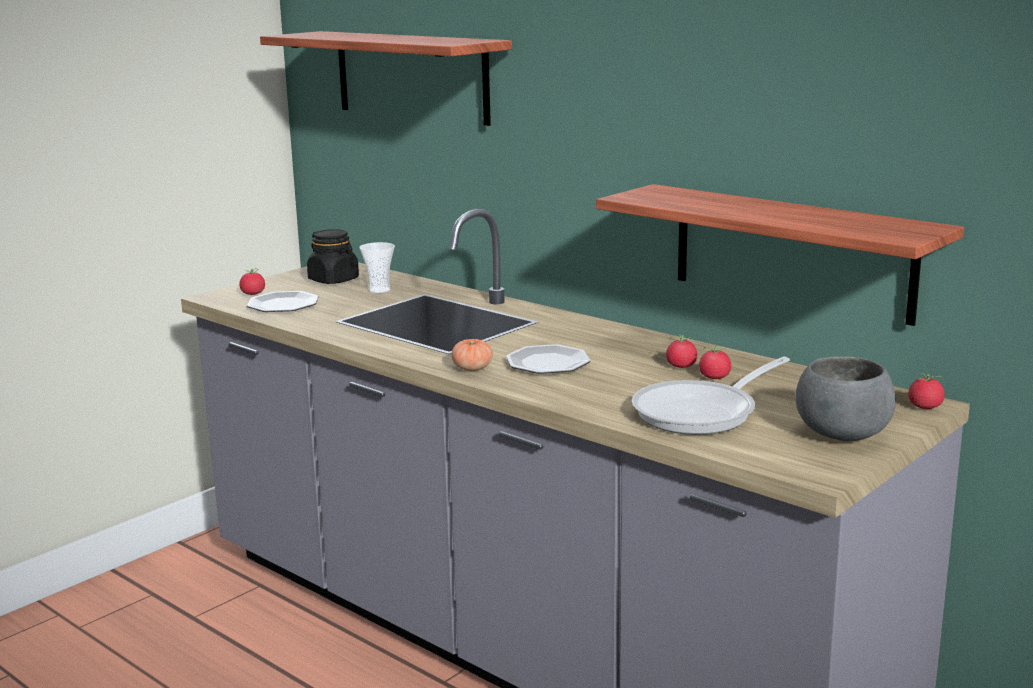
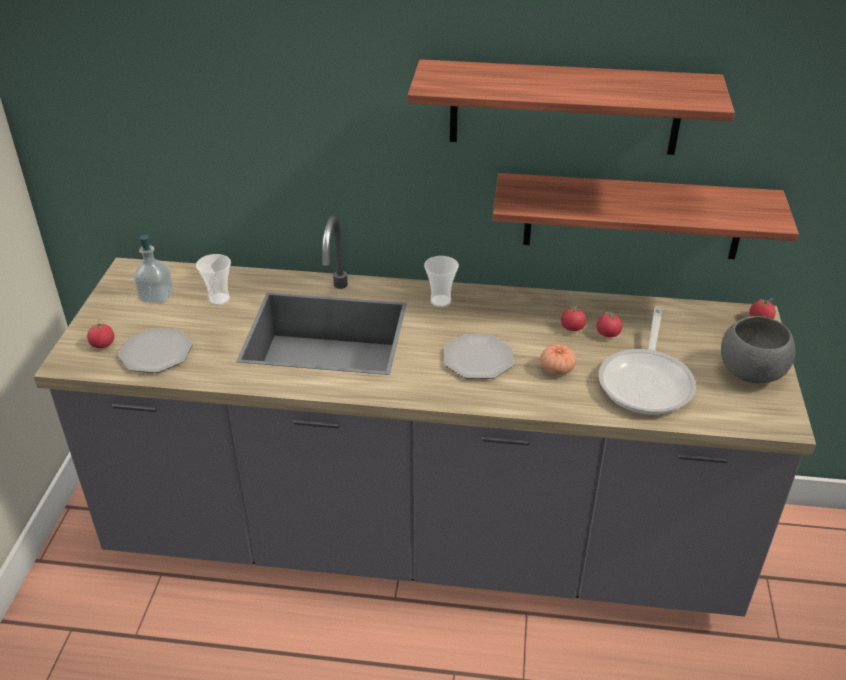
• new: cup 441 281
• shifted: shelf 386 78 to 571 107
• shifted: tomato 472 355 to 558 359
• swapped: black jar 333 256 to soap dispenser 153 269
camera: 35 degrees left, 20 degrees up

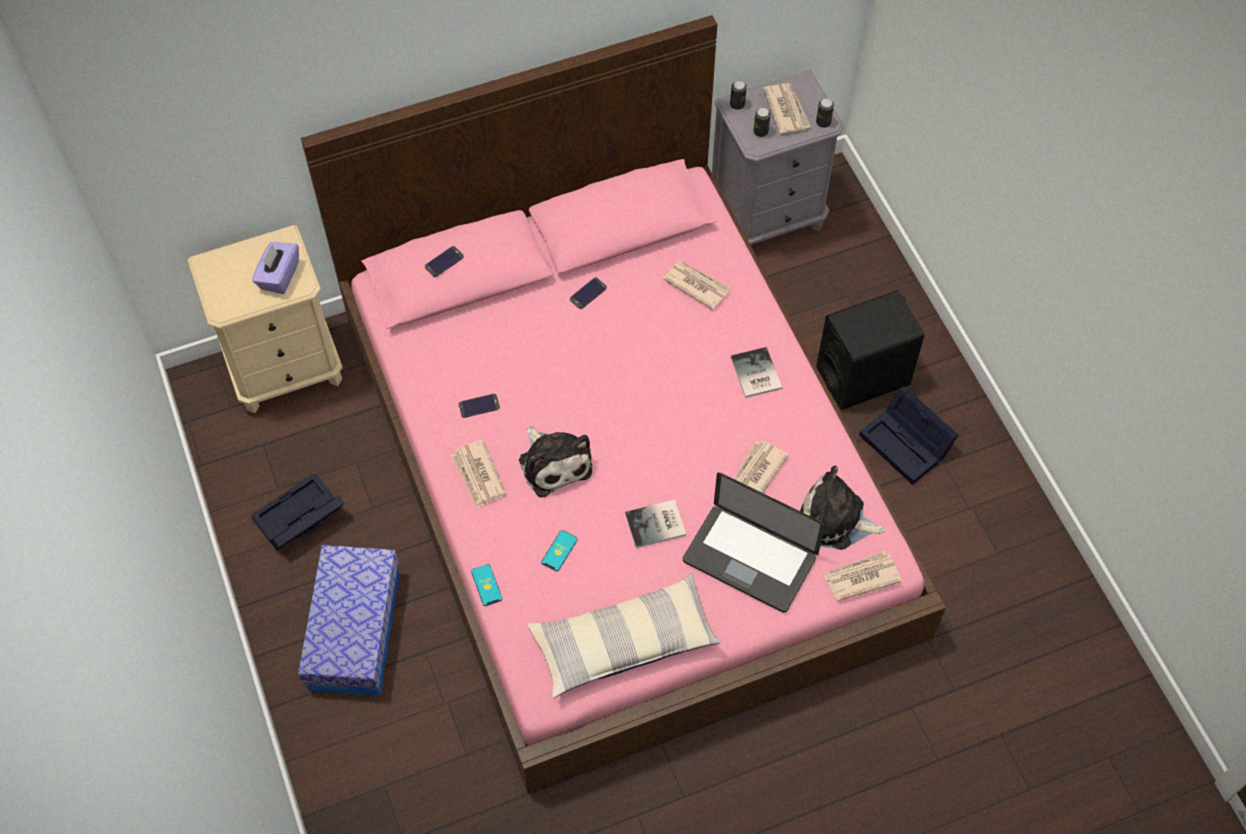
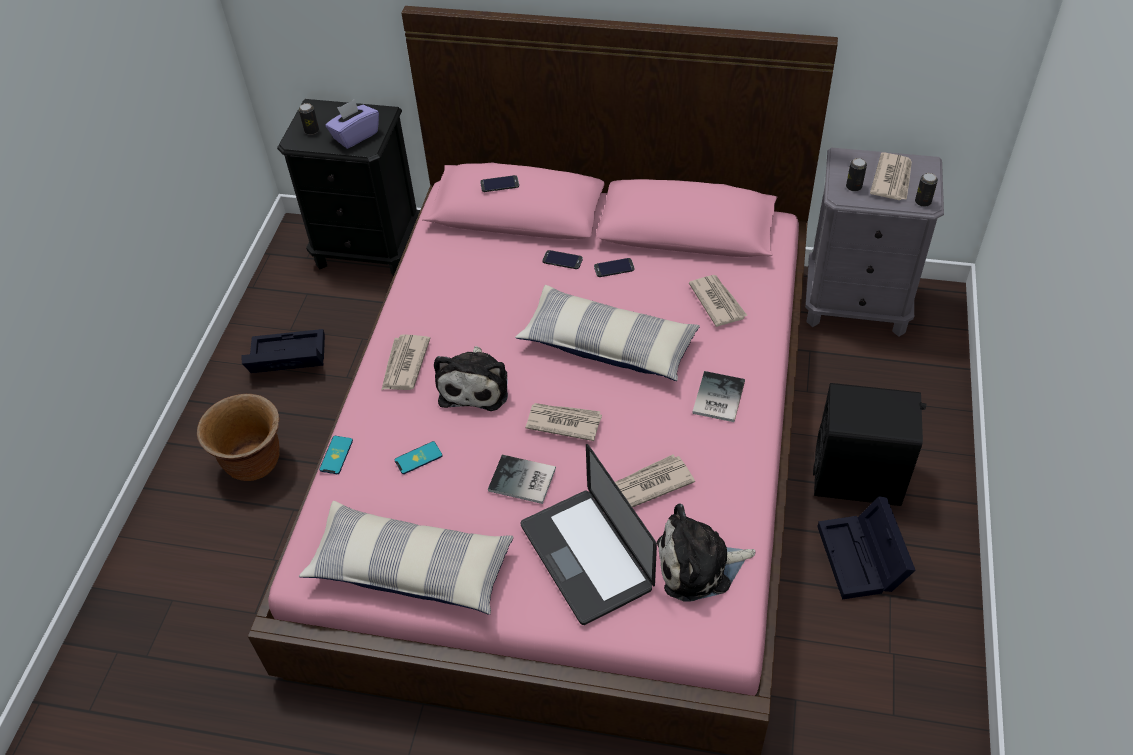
• new: pillow 607 333
• shifted: phone 479 406 to 562 259
• shifted: can 738 95 to 309 119
• shifted: newspaper 862 576 to 564 422
• swapped: storage box 348 620 to brown planter 238 437
• repainted: beige nightstand 265 319 to black nightstand 348 187
• rotated: plush toy 842 508 = 706 552 60 degrees counterclockwise
camera: 35 degrees right, 10 degrees down

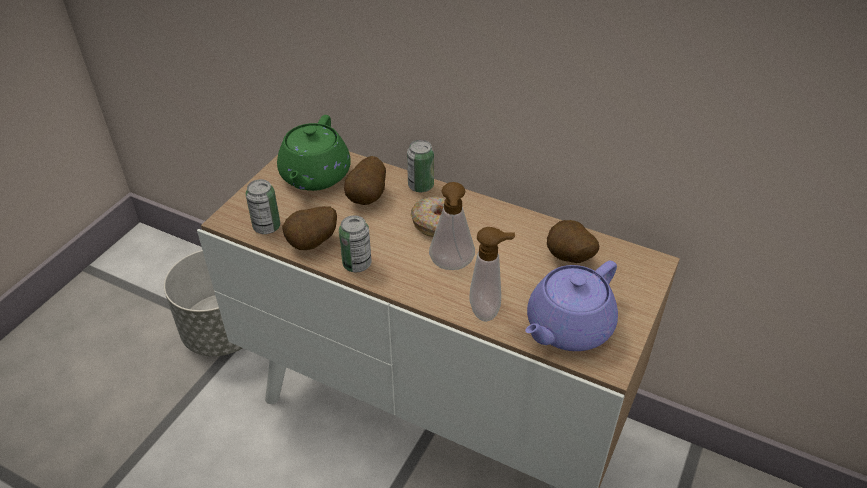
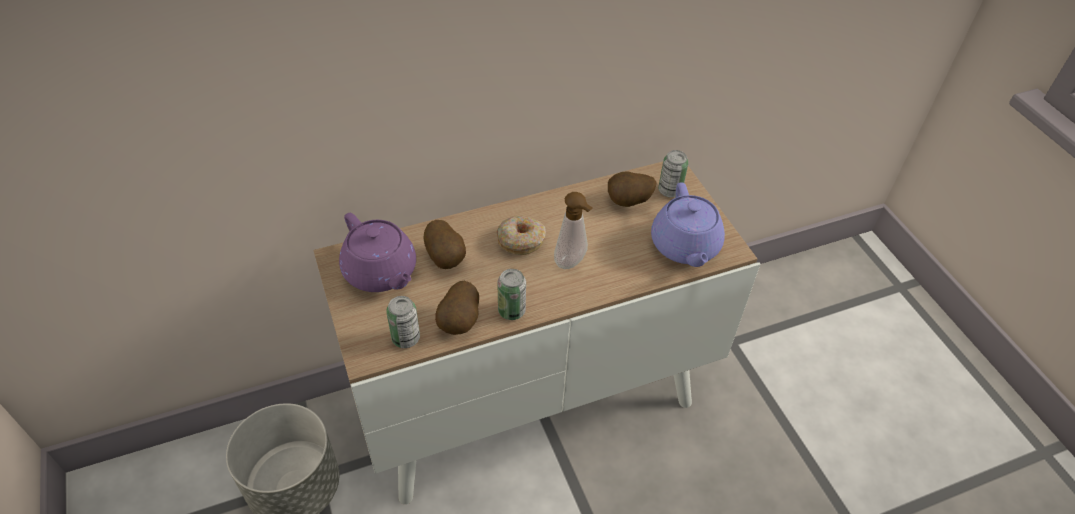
• gone: soap dispenser 492 274
• shifted: can 420 166 to 673 174
• repainted: green teapot 314 153 to purple teapot 377 252
camera: 50 degrees left, 5 degrees up

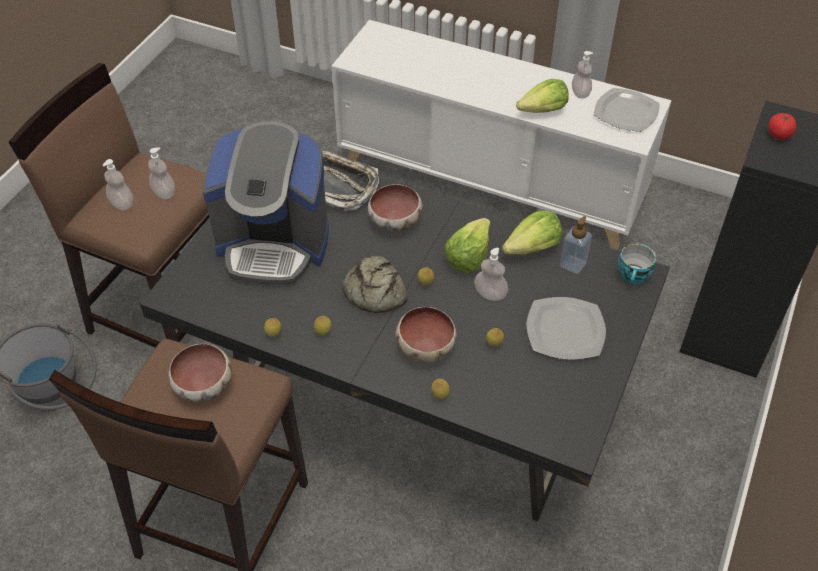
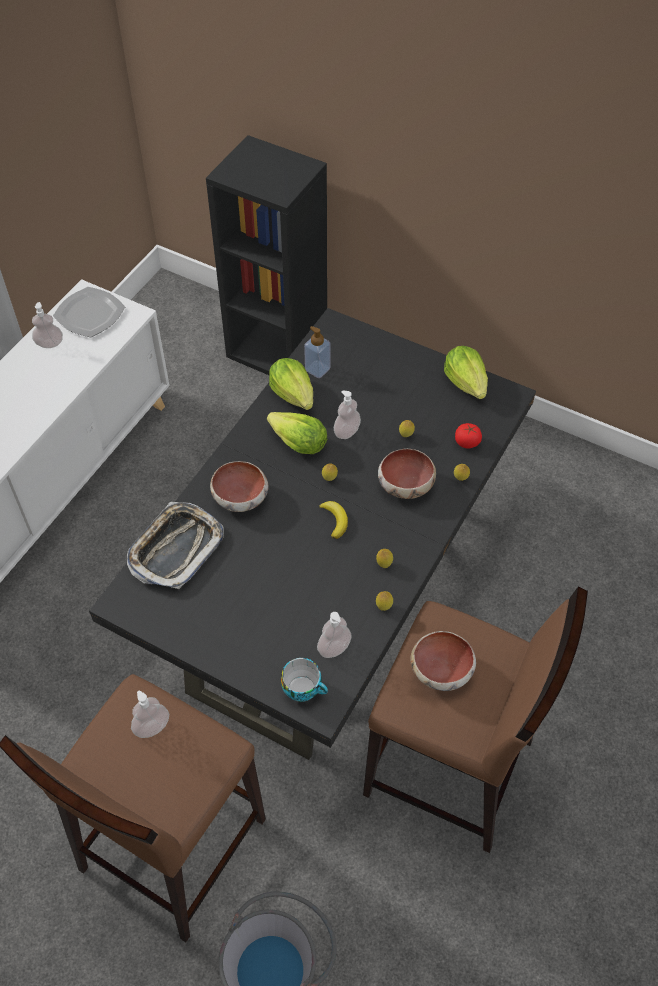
• gone: coffee machine 266 203
• gone: plate 566 328
• shifted: soap dispenser 118 184 to 334 635
• shifted: lettuce 542 96 to 466 372
• shifted: cup 637 263 to 304 680
• shifted: tomato 782 126 to 468 436
• swapped: bread 375 284 to banana 333 520
camera: 85 degrees left, 5 degrees up

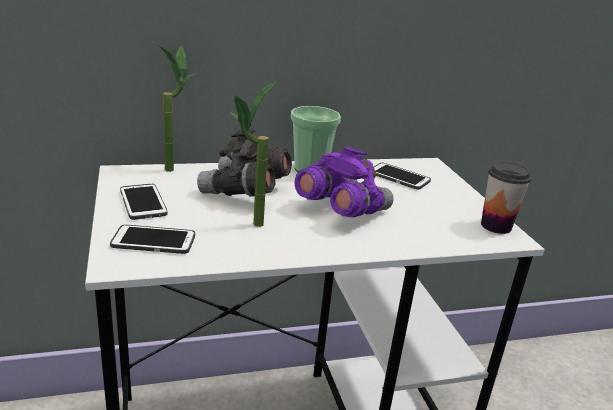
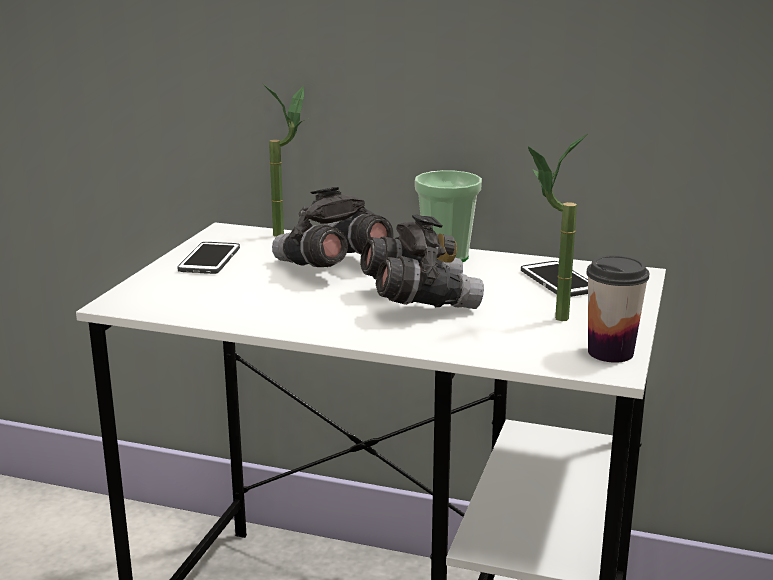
• gone: phone 152 239
• shifted: potted plant 253 154 to 557 227
• repainted: purple binoculars 344 182 to grey binoculars 422 261
camera: 35 degrees right, 5 degrees down

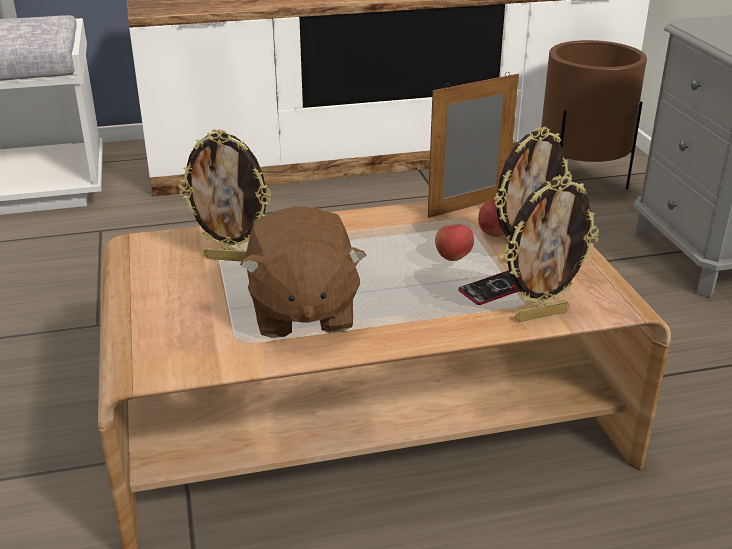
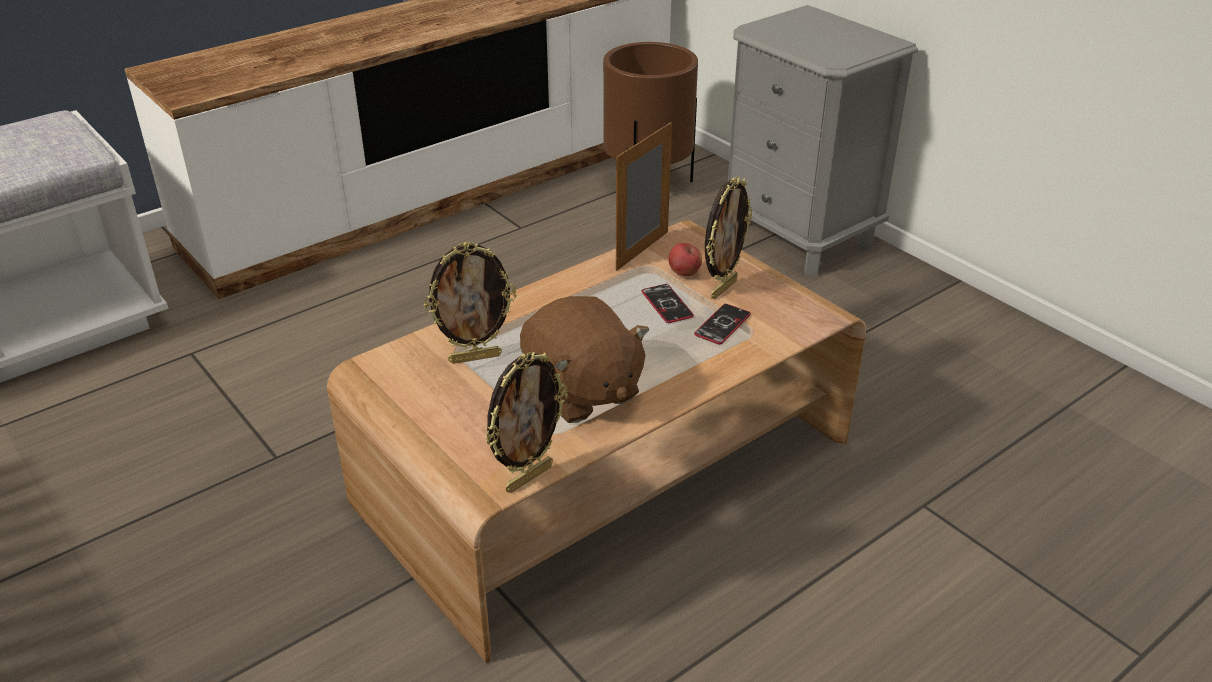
• shifted: picture frame 551 248 to 526 422
• swapped: apple 454 242 to phone 667 303
camera: 25 degrees left, 5 degrees up

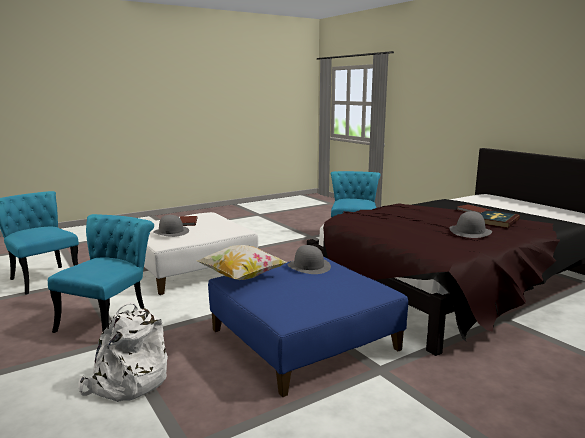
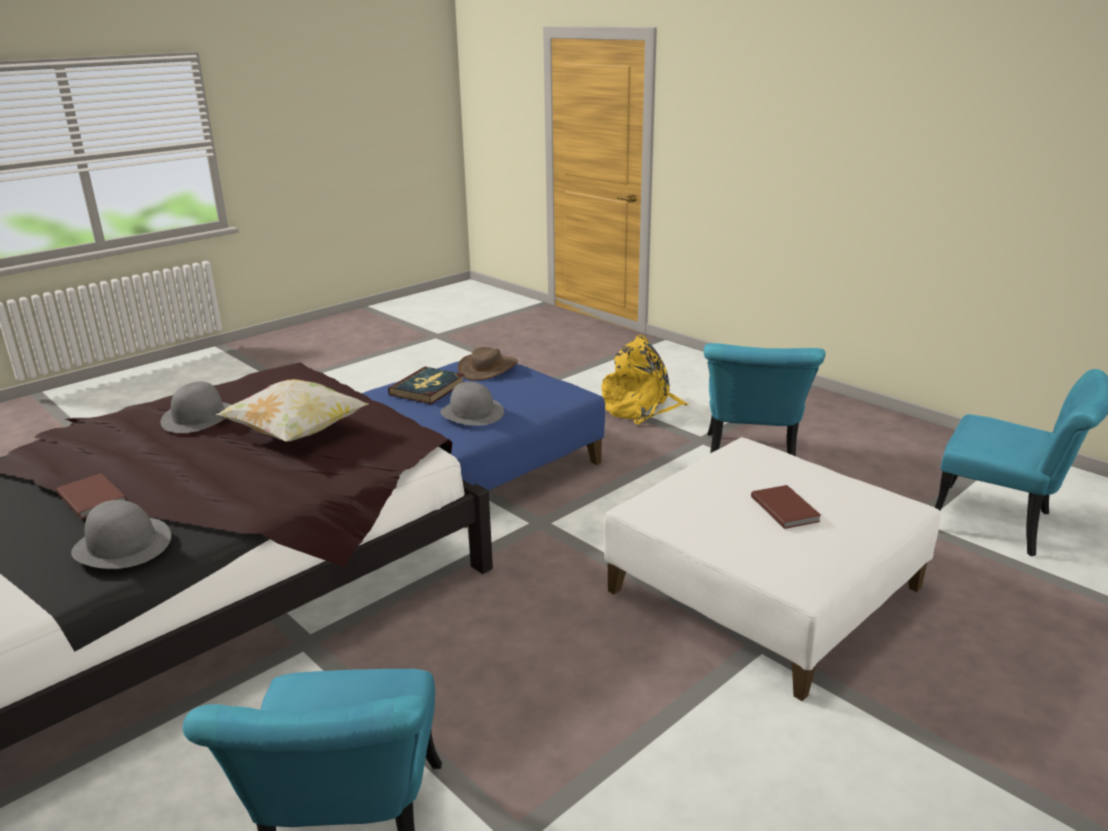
• new: brown hat 488 364
• shifted: grey hat 171 226 to 121 534
• shifted: pillow 242 262 to 291 410
• shifted: book 500 219 to 426 385
• repainted: white backpack 123 351 to yellow backpack 645 379
camera: 170 degrees right, 10 degrees up

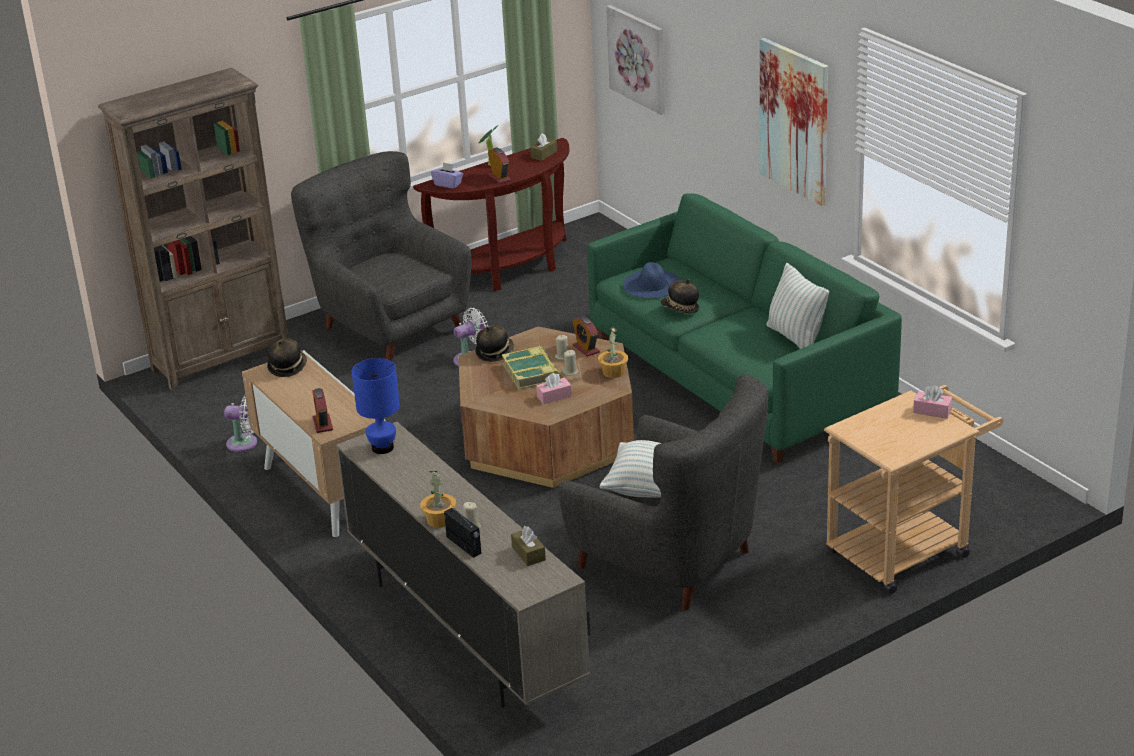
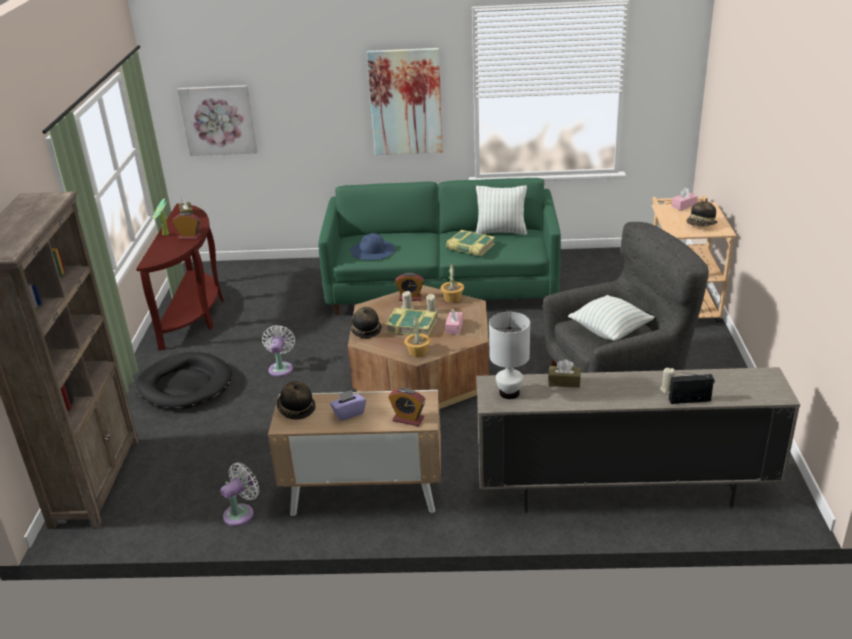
• new: book 470 243
• shifted: potted plant 438 499 to 417 337
• shifted: purple tissue box 447 175 to 348 405
• shifted: brown tissue box 528 546 to 564 373
• shifted: hat 680 296 to 701 212
• swapped: grey armchair 381 256 to black dog bed 184 381
• repainted: blue table lamp 376 406 to white table lamp 509 355
camera: 55 degrees left, 0 degrees up

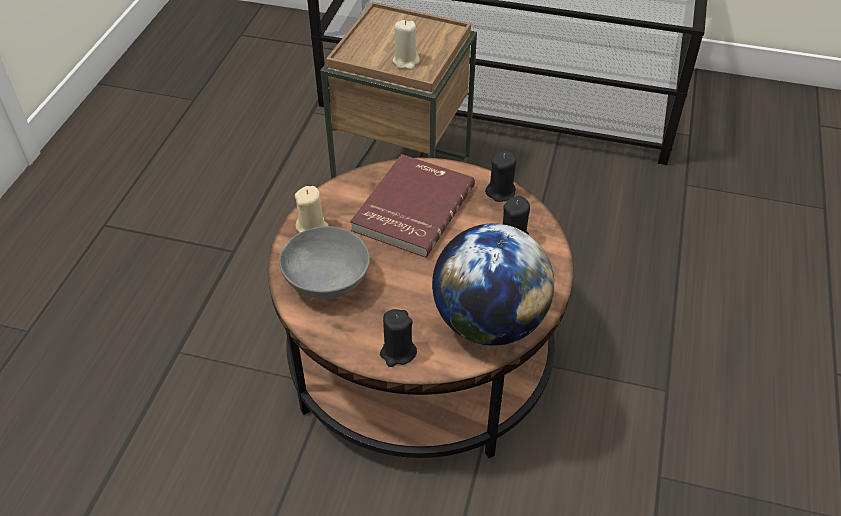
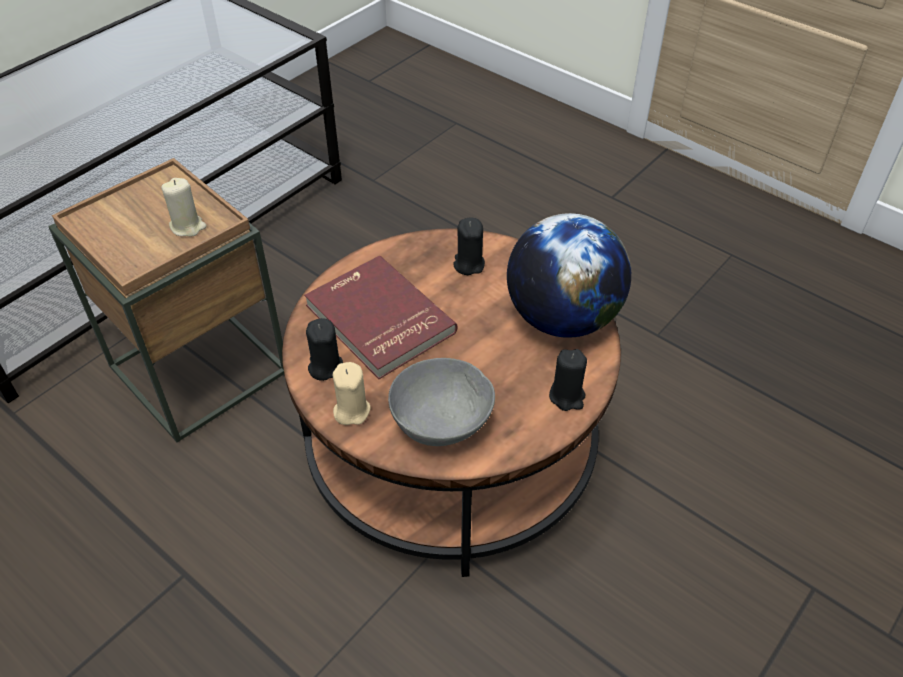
• shifted: black candle 500 176 to 324 349
camera: 65 degrees left, 0 degrees up

